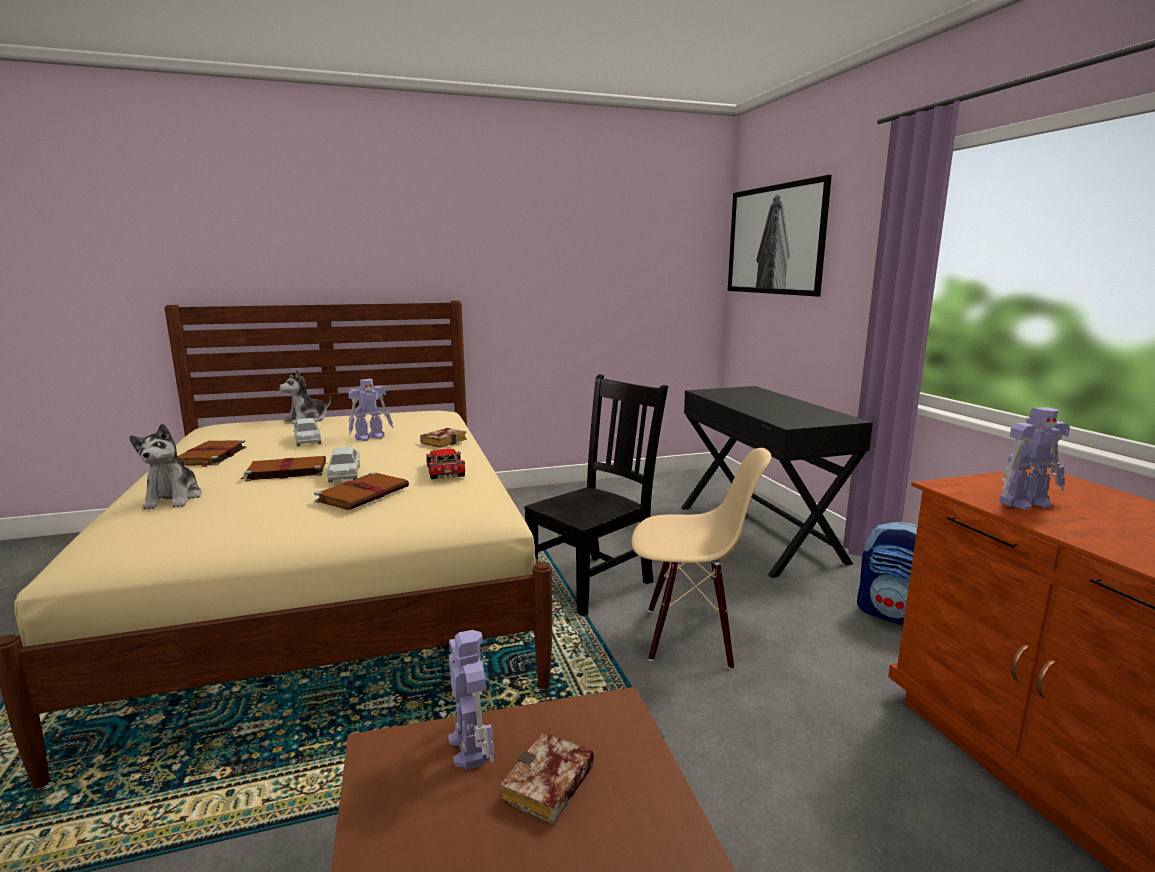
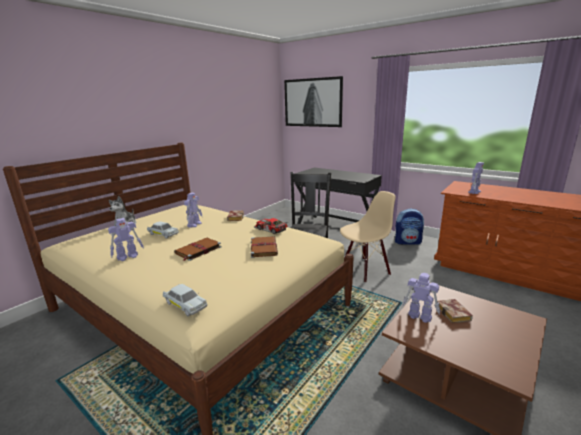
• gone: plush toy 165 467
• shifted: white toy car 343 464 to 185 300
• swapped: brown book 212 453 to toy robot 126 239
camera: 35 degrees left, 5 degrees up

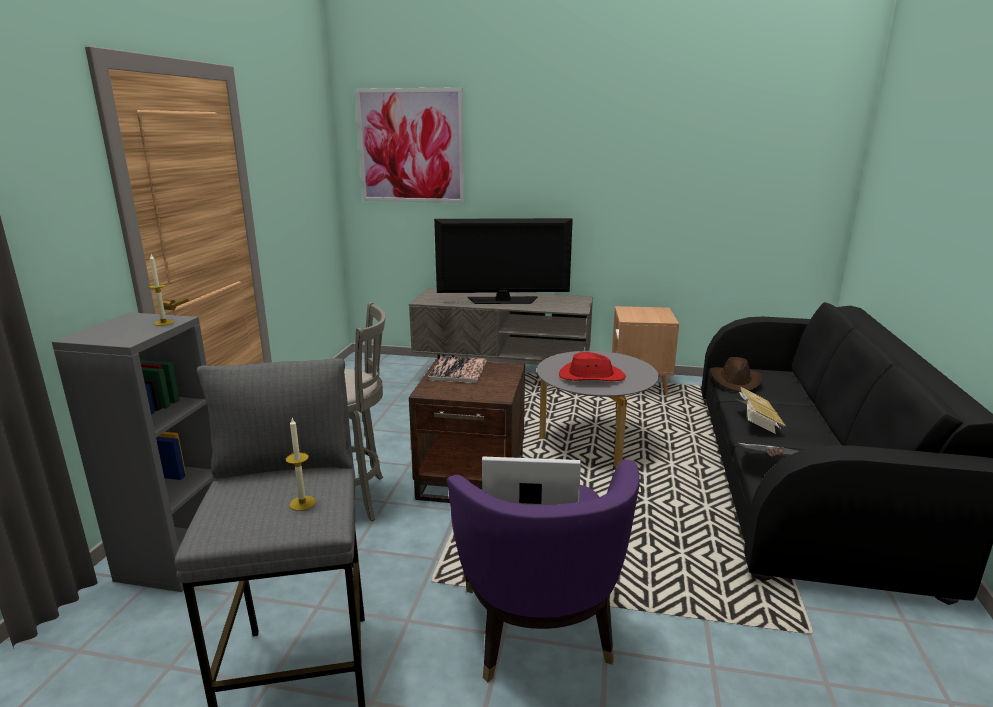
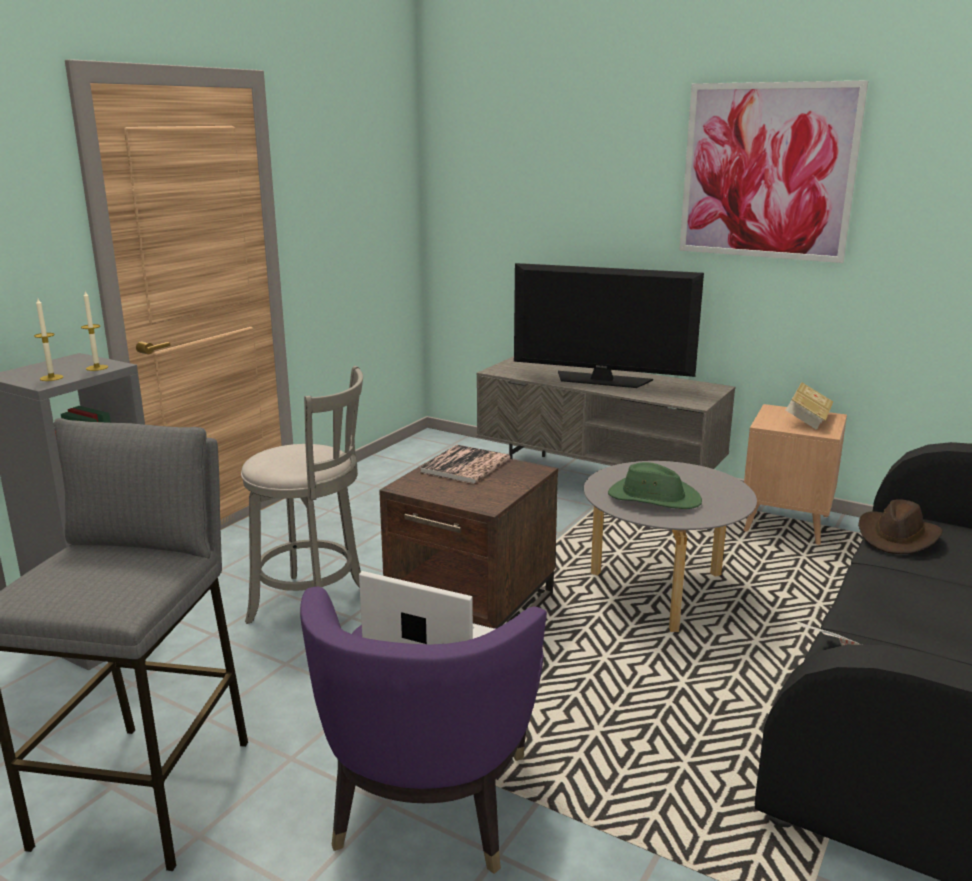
• shifted: candle 300 464 to 48 340
• shifted: picture 410 145 to 773 171
• shifted: book 761 410 to 809 406
• repainted: red hat 592 366 to green hat 655 485
camera: 20 degrees right, 0 degrees up

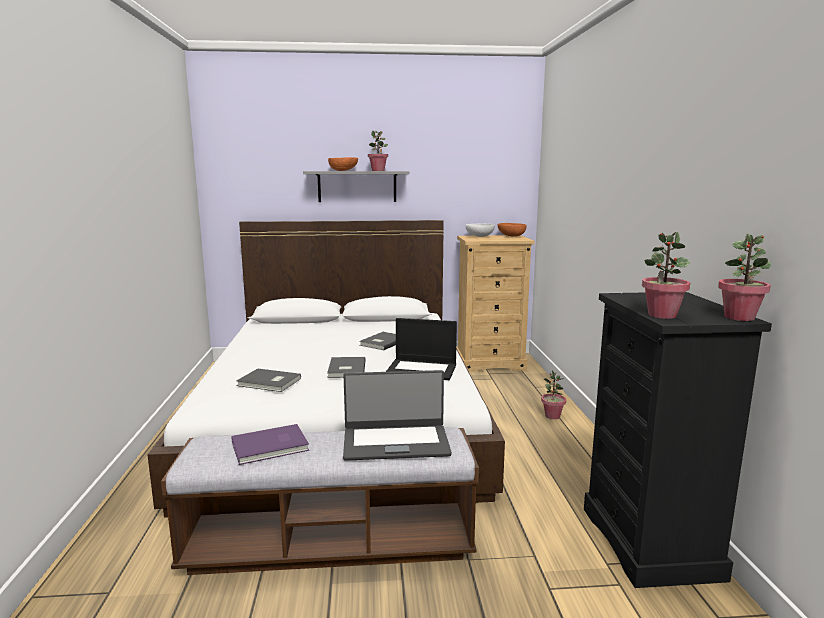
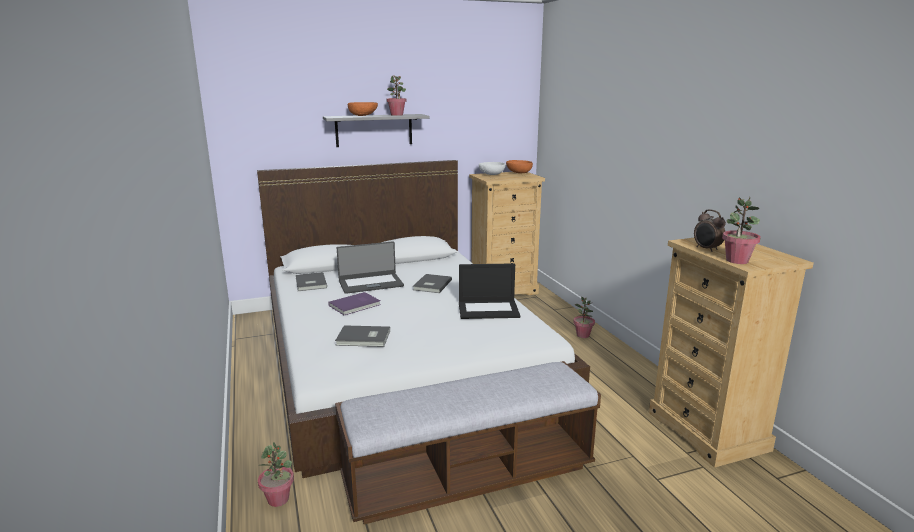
• new: alarm clock 710 230
• shifted: purple book 270 444 to 354 303
• shifted: grey book 346 367 to 311 281
• shifted: laptop 397 415 to 370 267
• shifted: potted plant 745 277 to 276 474
• repainted: black dresser 678 440 to beige dresser 731 353
camera: 15 degrees left, 5 degrees up

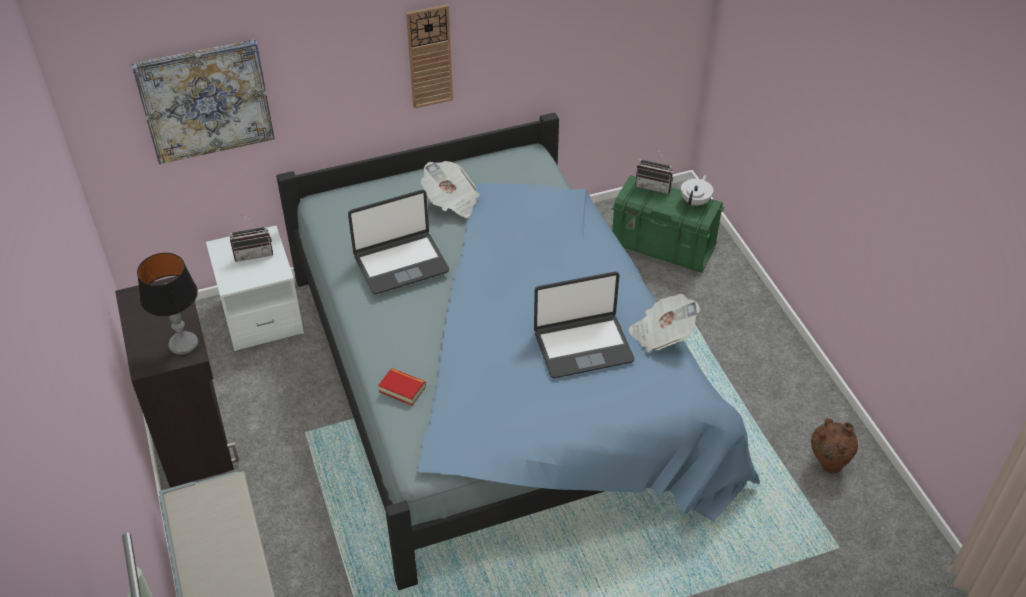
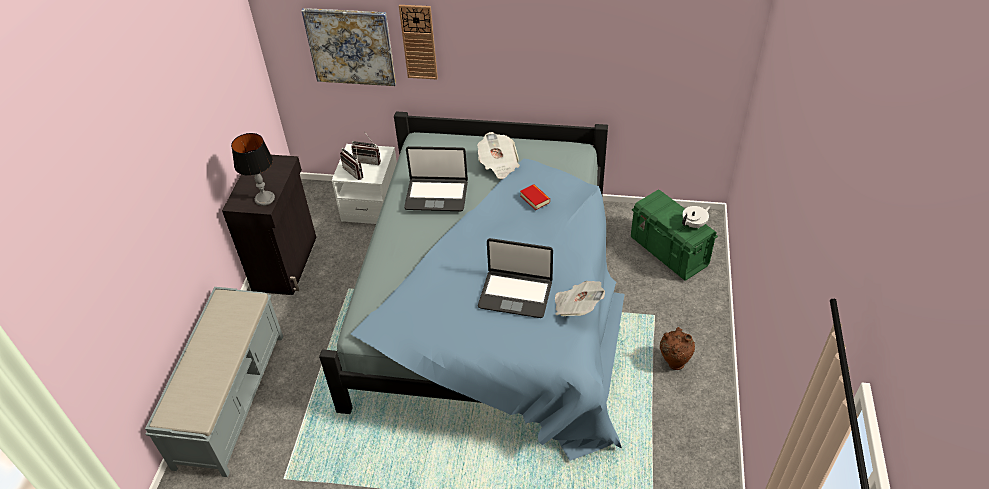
• shifted: book 402 387 to 535 197
• shifted: wall clock 429 56 to 418 42
• shifted: radio 654 170 to 351 161
• shifted: brown vase 834 445 to 677 348
camera: 30 degrees right, 0 degrees up

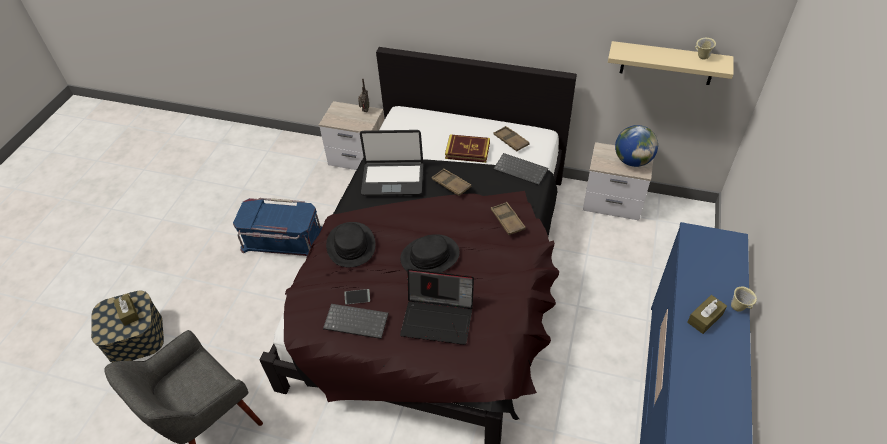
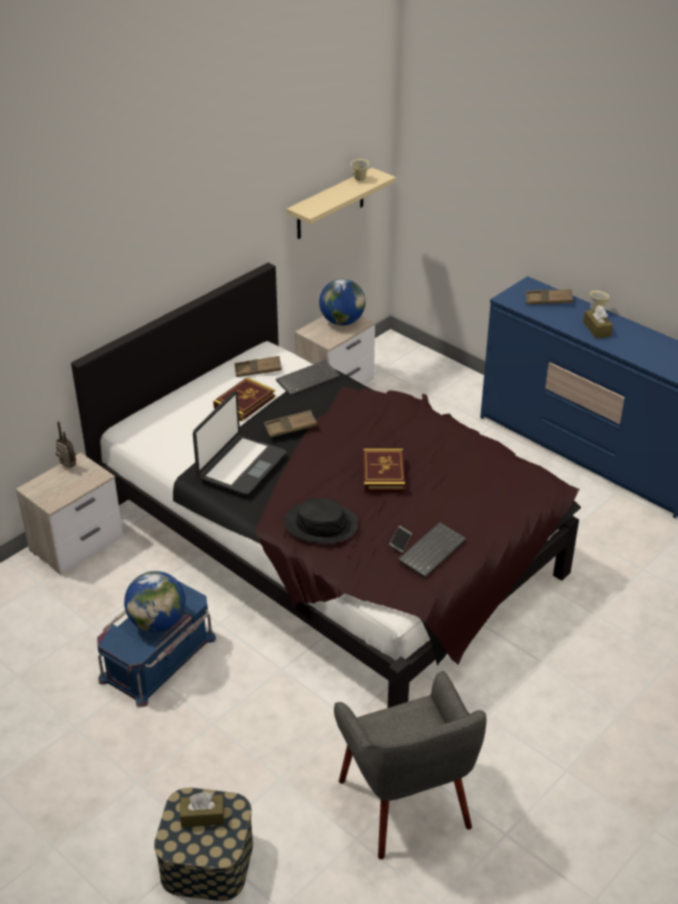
• gone: laptop 437 307
• new: globe 155 601
• shifted: brown tray 508 218 to 549 296
• swapped: black hat 430 253 to book 384 470
camera: 65 degrees left, 10 degrees down

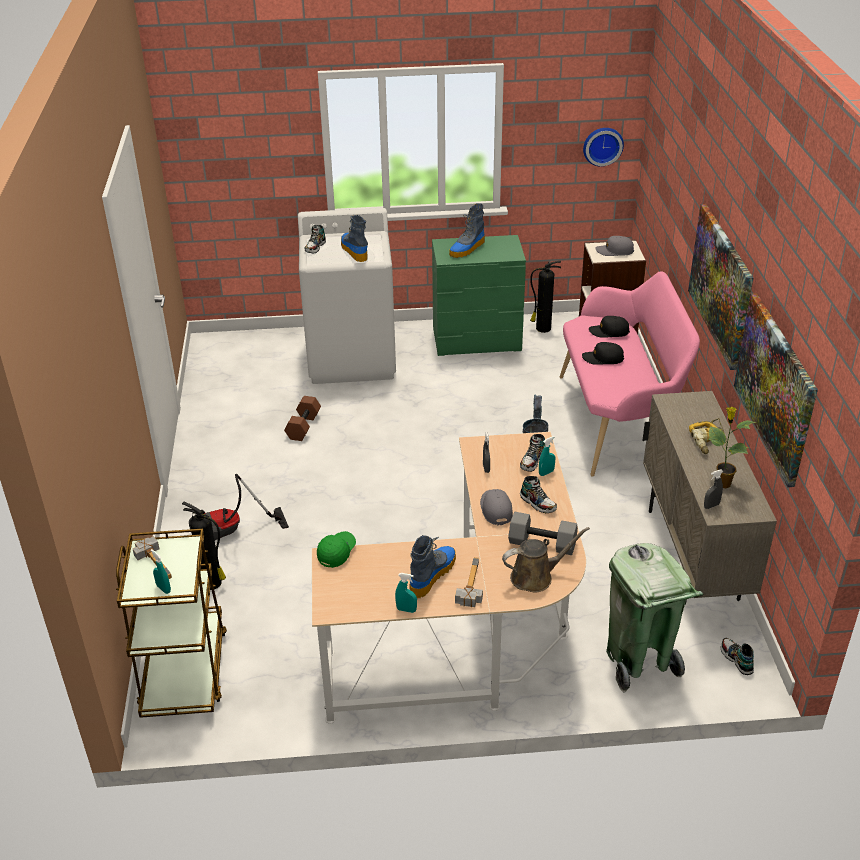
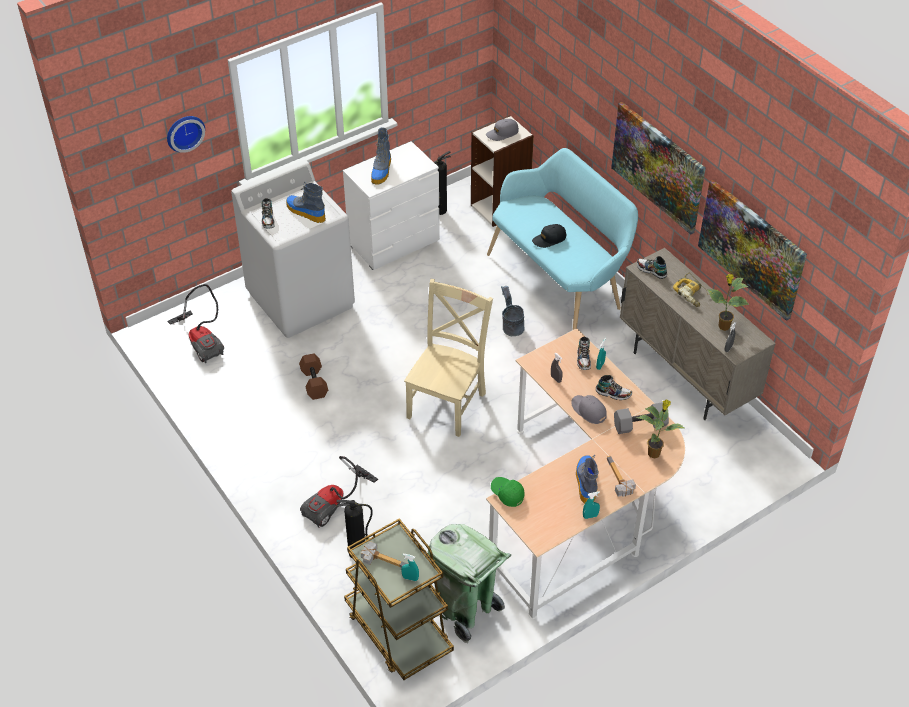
• gone: black cap 609 327
• new: vacuum cleaner 196 323
• new: beige chair 448 358
• shifted: wall clock 603 147 to 186 134
• shifted: green trash can 654 618 to 469 583
• shifted: shoe 737 656 to 652 267
• swapped: brown watering can 546 559 to potted plant 661 428
• repainted: green dresser 479 295 to white dresser 391 205
• repainted: pink bench 630 374 to turquoise bench 562 239
• rotated: green cap 336 549 = 508 492 45 degrees counterclockwise
camera: 30 degrees left, 10 degrees up

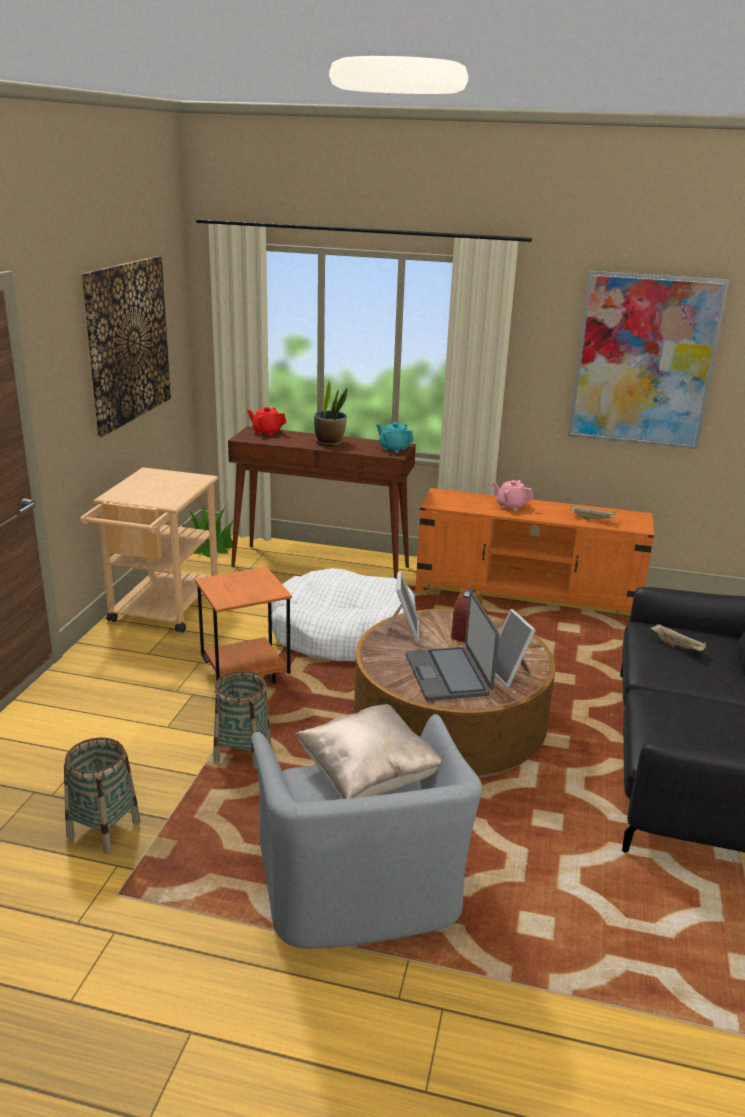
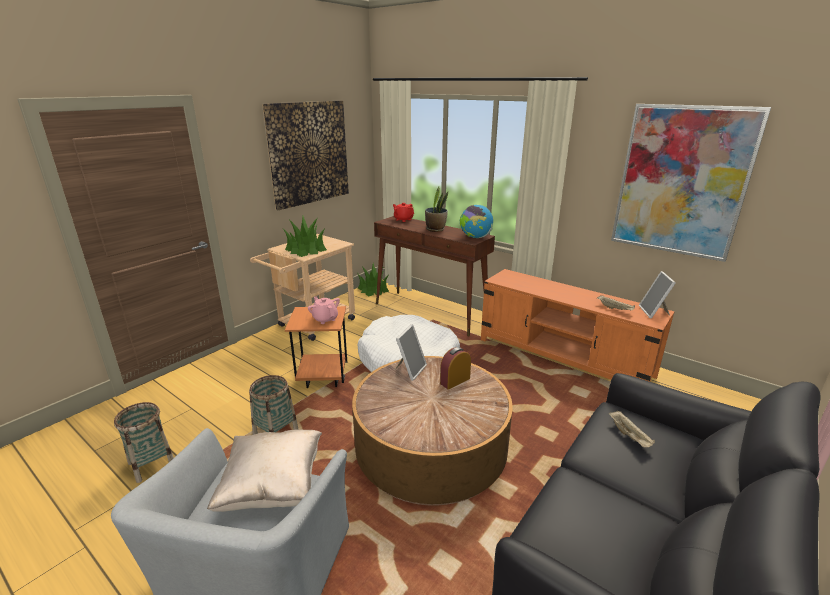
• gone: laptop 452 646
• new: potted plant 305 236
• shifted: pink teapot 512 495 to 324 310
• shifted: picture frame 515 648 to 657 294
• swapped: turquoise teapot 395 437 to globe 476 221
camera: 25 degrees right, 0 degrees up

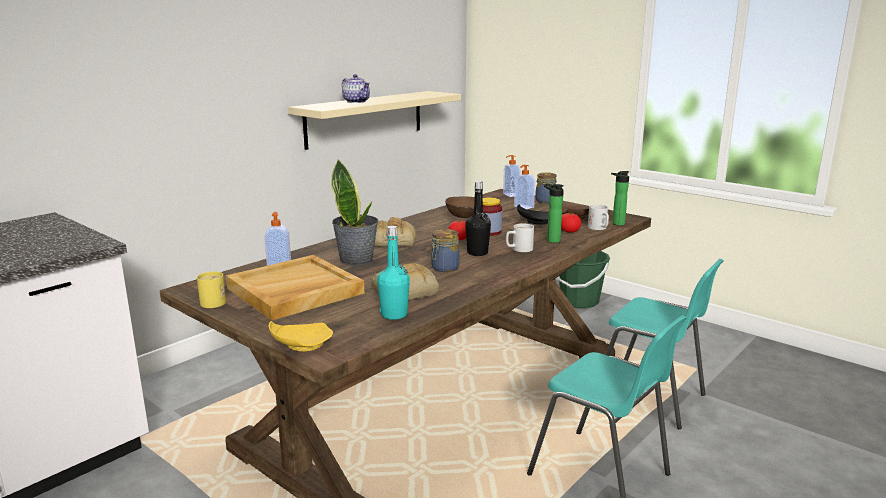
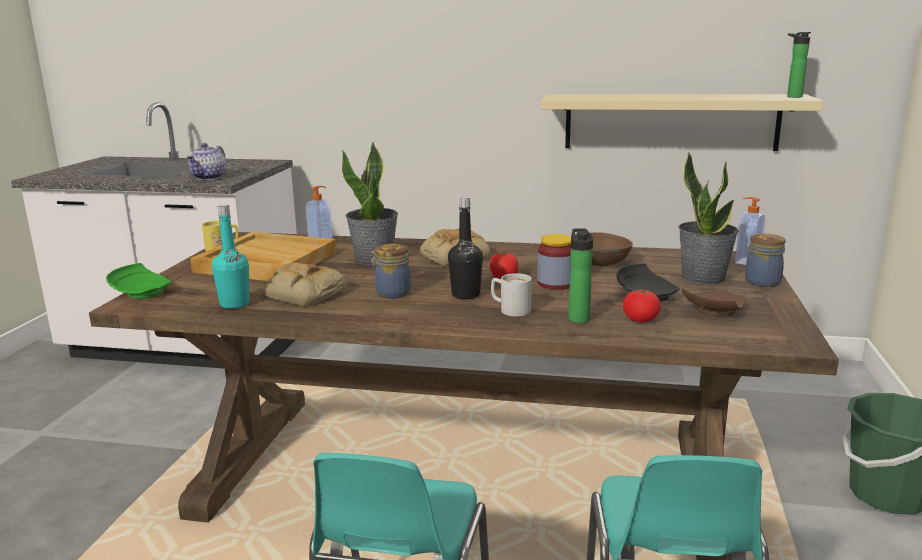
• gone: white mug 598 217
• shifted: teapot 356 88 to 206 161
• shifted: bottle 620 198 to 799 65
• swapped: soap dispenser 524 187 to potted plant 708 218
• repainted: yellow plate 301 336 to green plate 138 281
camera: 60 degrees right, 0 degrees up

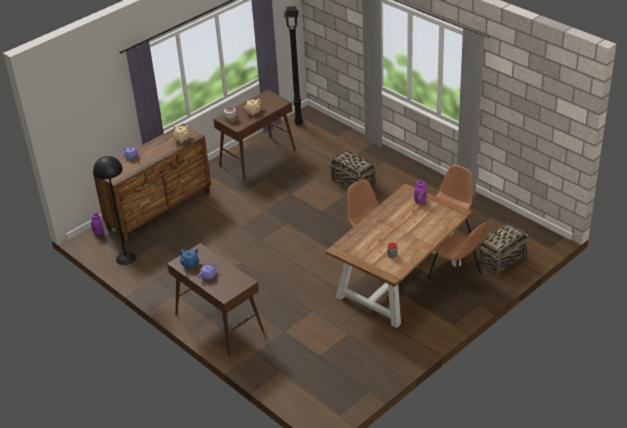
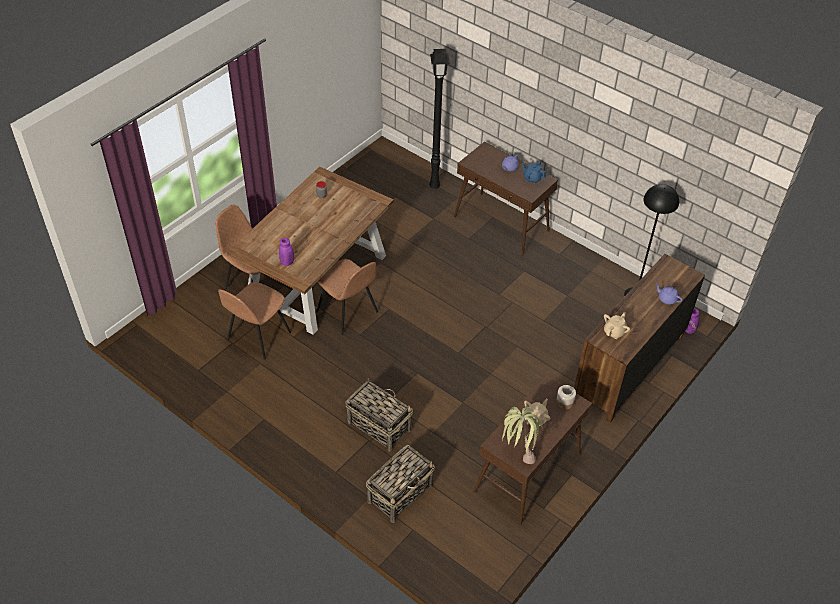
• new: potted plant 522 435
• shifted: black floor lamp 293 66 to 439 119
• shifted: basket 503 248 to 400 484
camera: 170 degrees right, 10 degrees up

